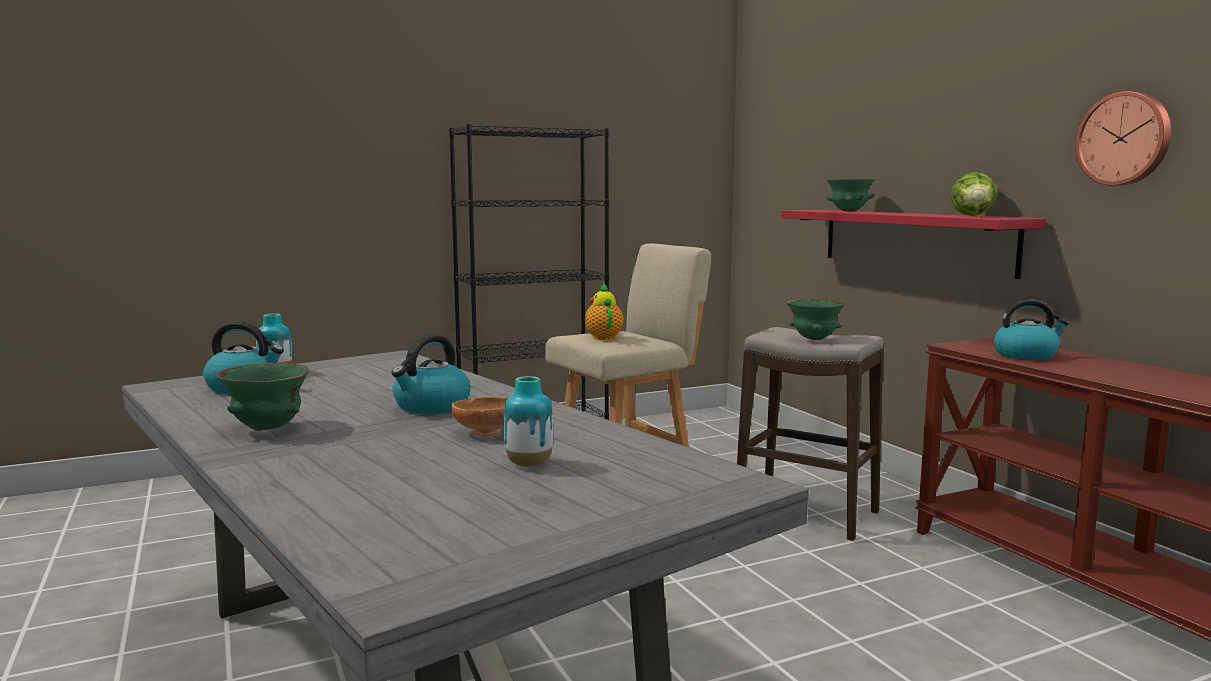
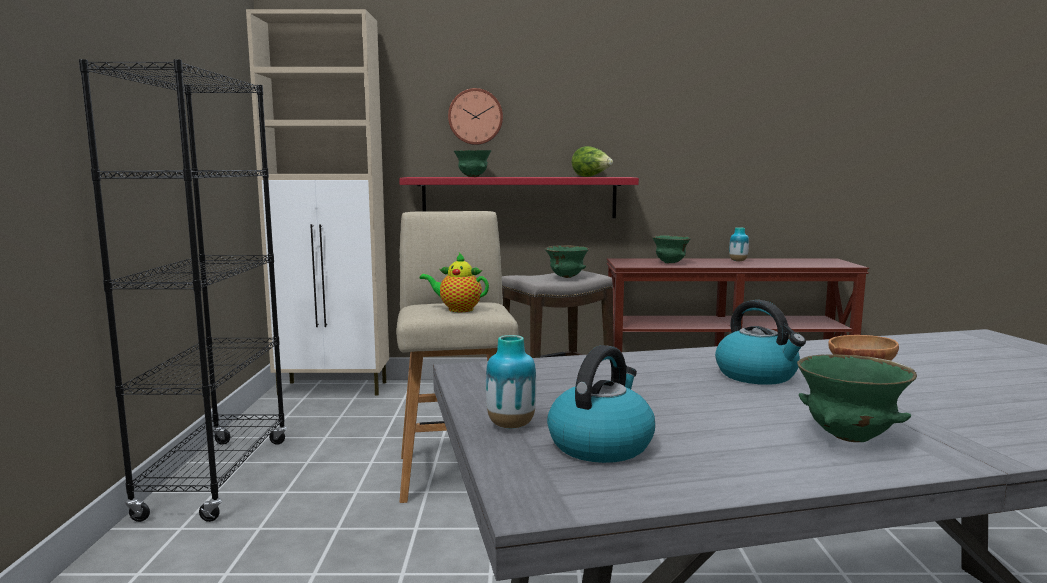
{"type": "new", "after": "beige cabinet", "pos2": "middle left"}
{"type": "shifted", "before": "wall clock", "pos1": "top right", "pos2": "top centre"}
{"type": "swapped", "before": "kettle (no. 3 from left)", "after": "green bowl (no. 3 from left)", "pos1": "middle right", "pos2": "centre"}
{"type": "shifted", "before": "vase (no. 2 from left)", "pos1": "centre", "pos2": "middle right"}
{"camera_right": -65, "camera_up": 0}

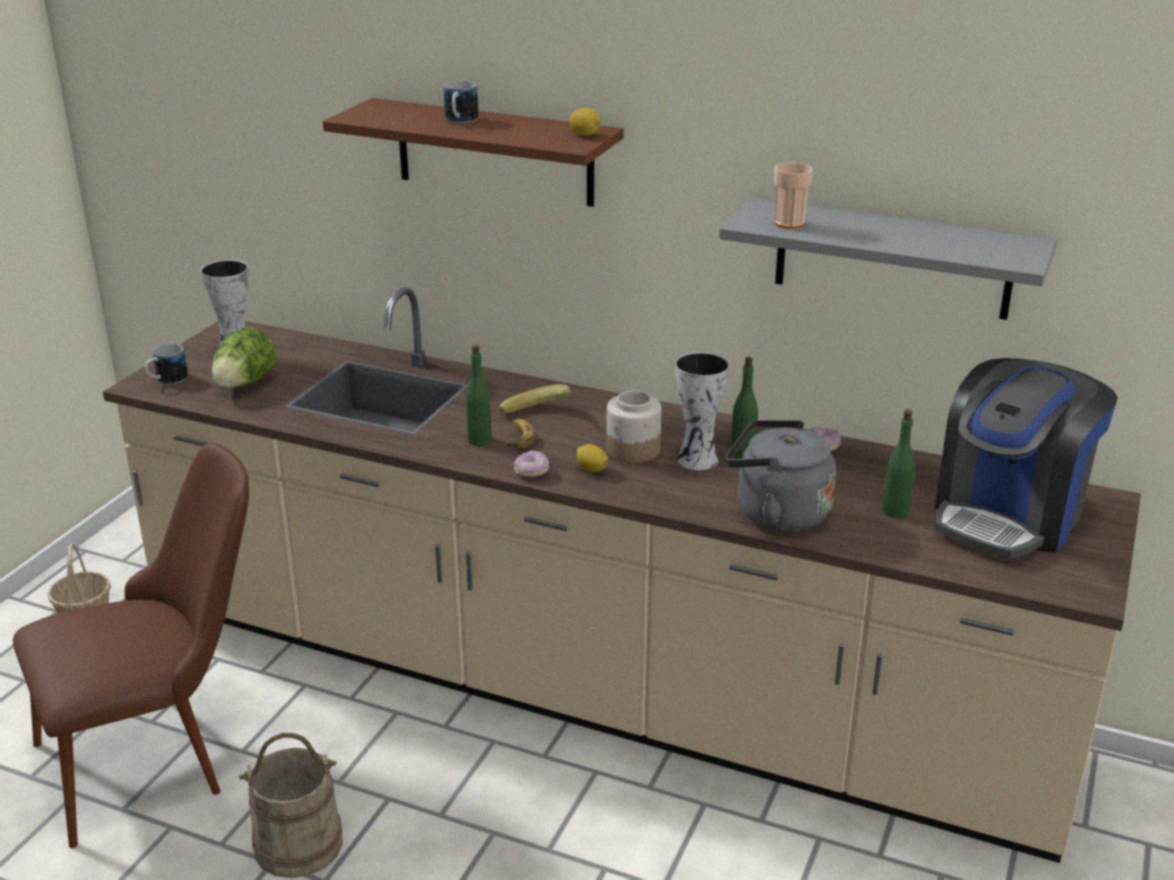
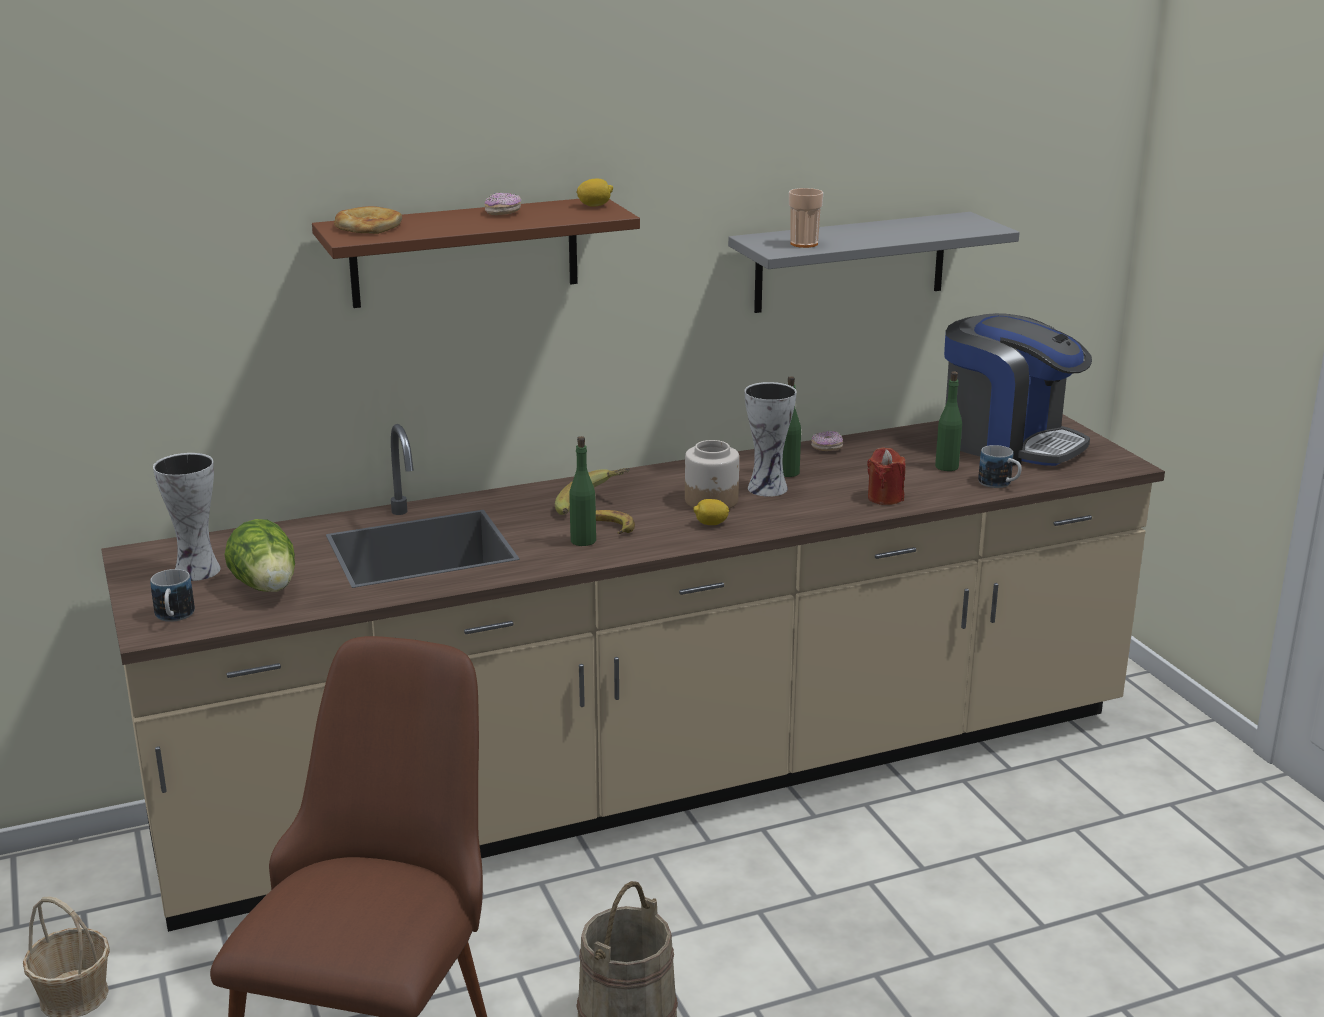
{"type": "new", "after": "bread", "pos2": "top left"}
{"type": "shifted", "before": "donut (no. 1 from left)", "pos1": "centre", "pos2": "top centre"}
{"type": "swapped", "before": "grey kettle", "after": "red candle", "pos1": "centre", "pos2": "middle right"}
{"type": "rotated", "before": "coffee machine", "pos1": "middle right", "pos2": "middle right", "turn": -45}
{"type": "shifted", "before": "mug (no. 2 from left)", "pos1": "top centre", "pos2": "middle right"}
{"camera_right": -45, "camera_up": -5}

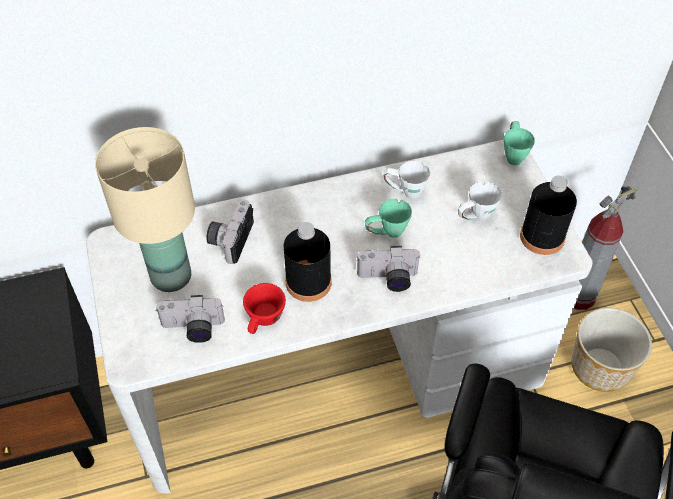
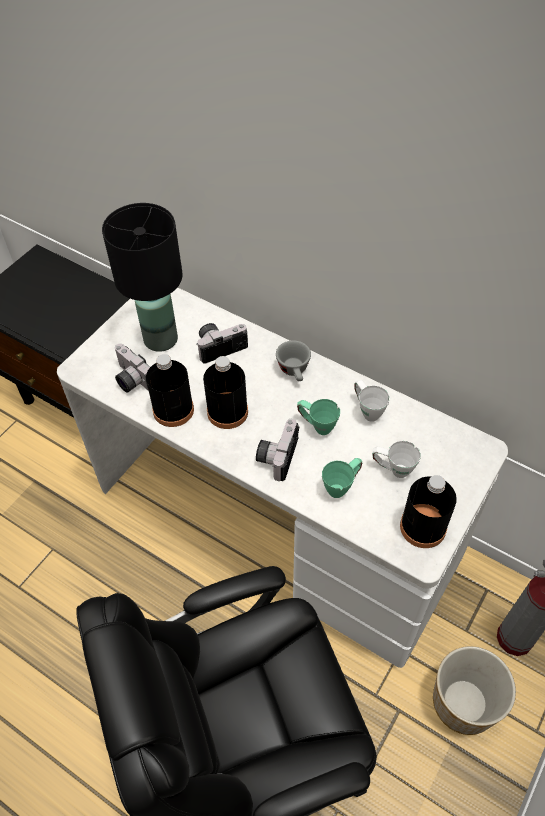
{"type": "repainted", "before": "beige table lamp", "after": "black table lamp", "pos1": "middle left", "pos2": "middle left"}
{"type": "swapped", "before": "red cup", "after": "black bottle (no. 1 from left)", "pos1": "centre", "pos2": "middle left"}
{"type": "rotated", "before": "photo camera (no. 3 from left)", "pos1": "centre", "pos2": "centre", "turn": 60}
{"type": "new", "after": "grey cup", "pos2": "centre"}
{"type": "shifted", "before": "green mug (no. 2 from left)", "pos1": "top right", "pos2": "centre"}
{"camera_right": 50, "camera_up": 0}

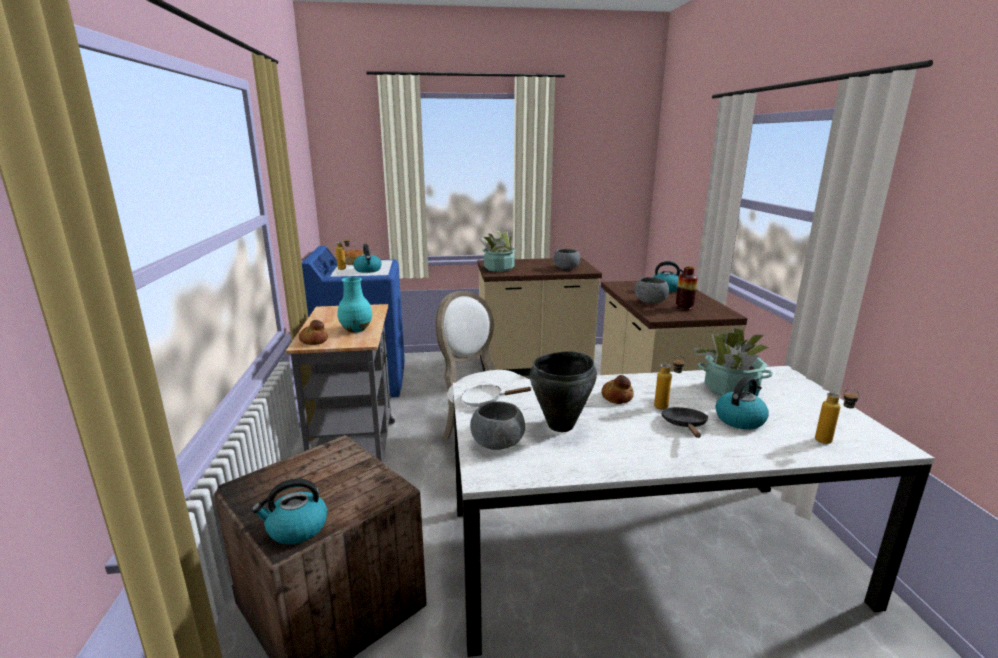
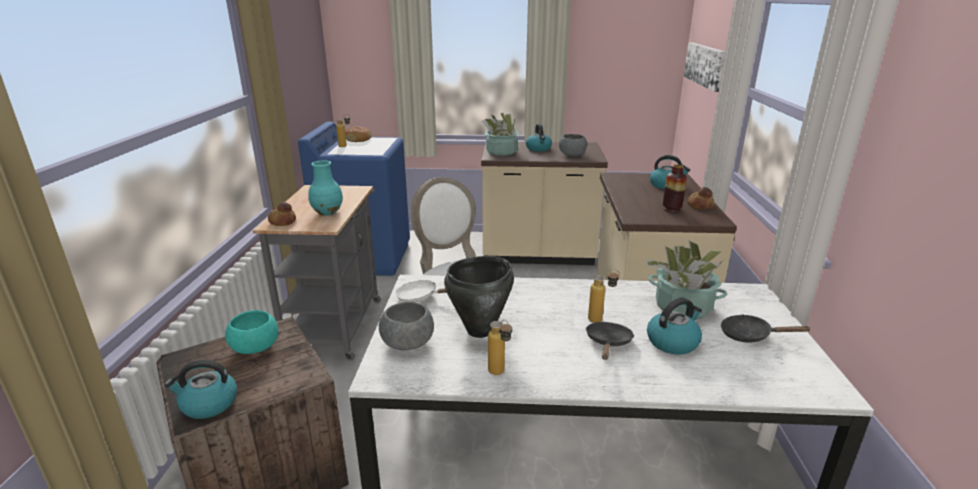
{"type": "new", "after": "turquoise bowl", "pos2": "bottom left"}
{"type": "shifted", "before": "bottle (no. 3 from left in the first image)", "after": "bottle (no. 2 from left)", "pos1": "middle right", "pos2": "bottom centre"}
{"type": "shifted", "before": "kettle (no. 2 from left)", "pos1": "centre", "pos2": "top centre"}
{"type": "new", "after": "picture", "pos2": "top right"}
{"type": "shifted", "before": "bread (no. 3 from left)", "pos1": "centre", "pos2": "middle right"}
{"type": "new", "after": "black frying pan (no. 2 from left)", "pos2": "bottom right"}
{"type": "gone", "before": "grey bowl (no. 3 from left)", "pos1": "centre"}
{"camera_right": 10, "camera_up": 5}

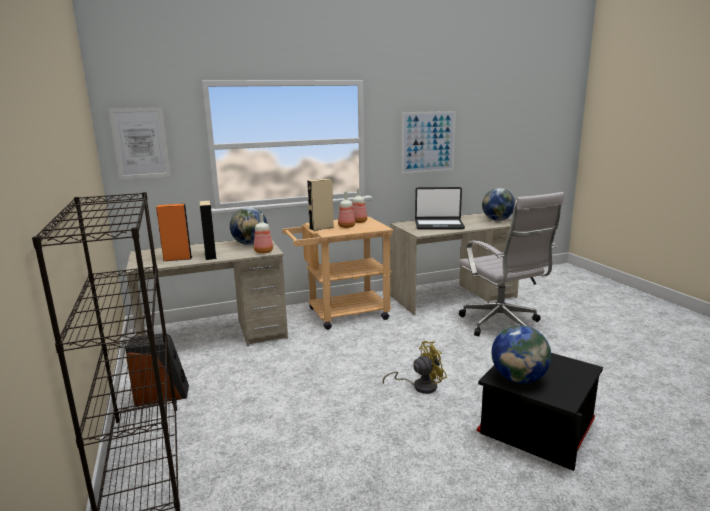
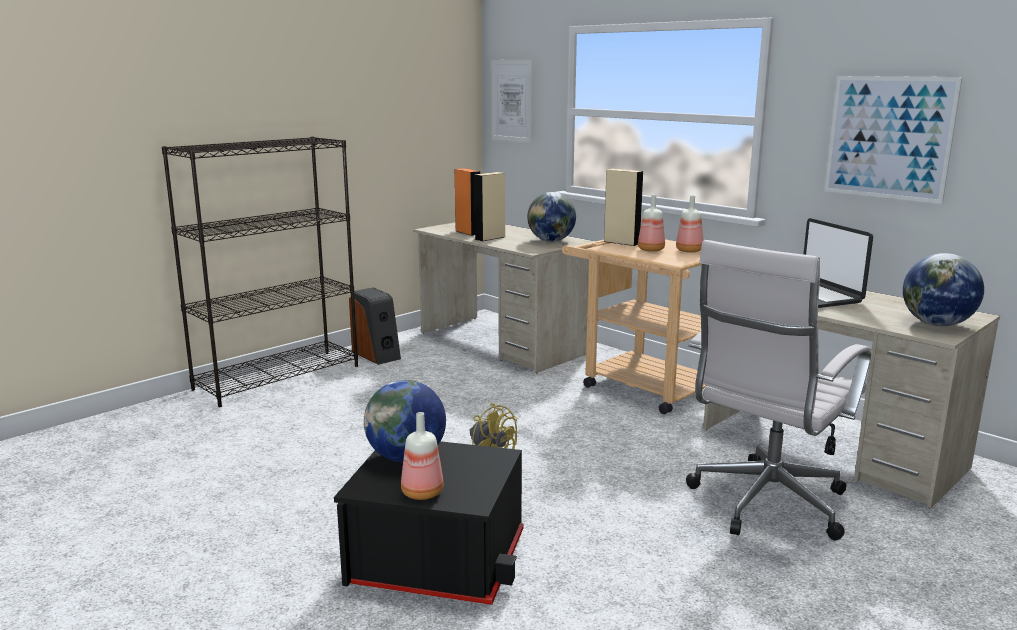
{"type": "shifted", "before": "bottle (no. 1 from left)", "pos1": "centre", "pos2": "bottom centre"}
{"camera_right": 65, "camera_up": 0}

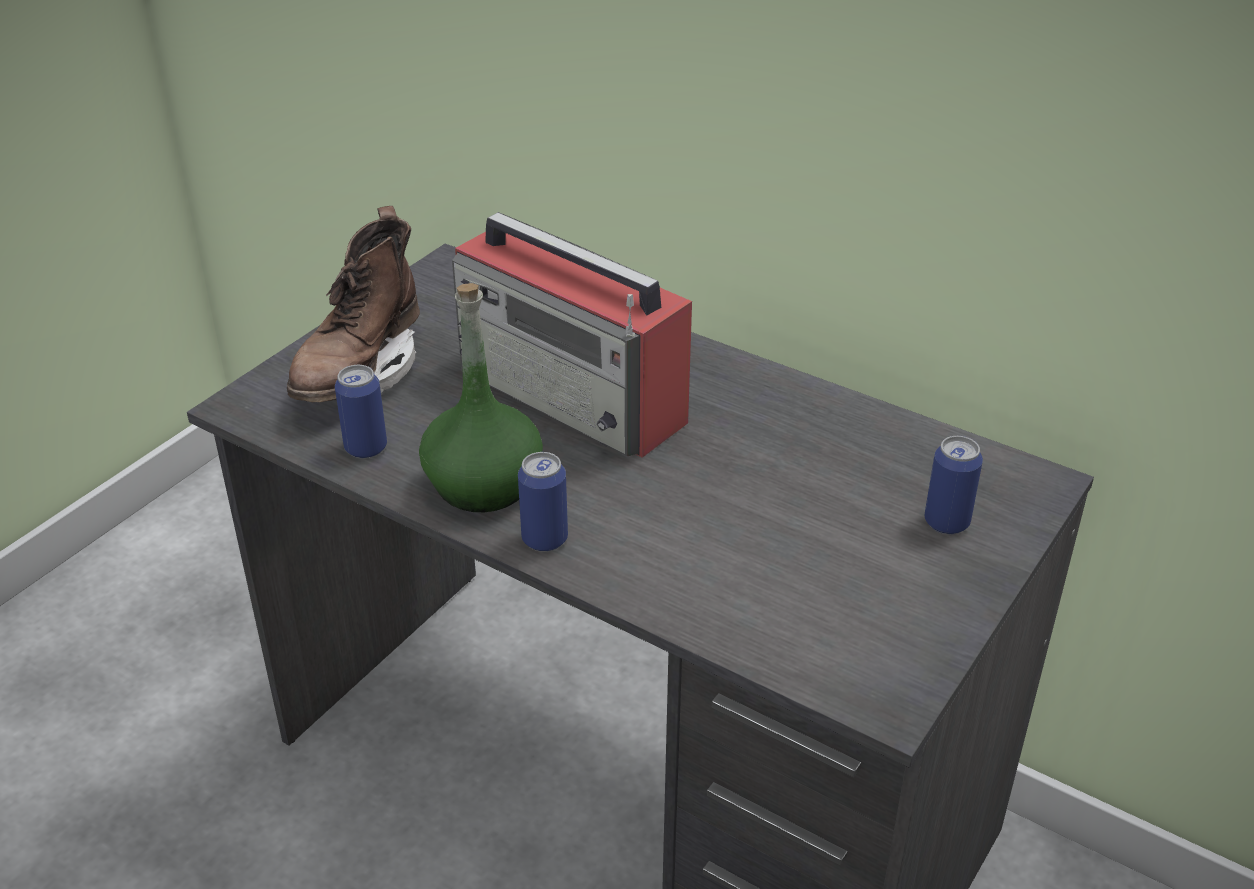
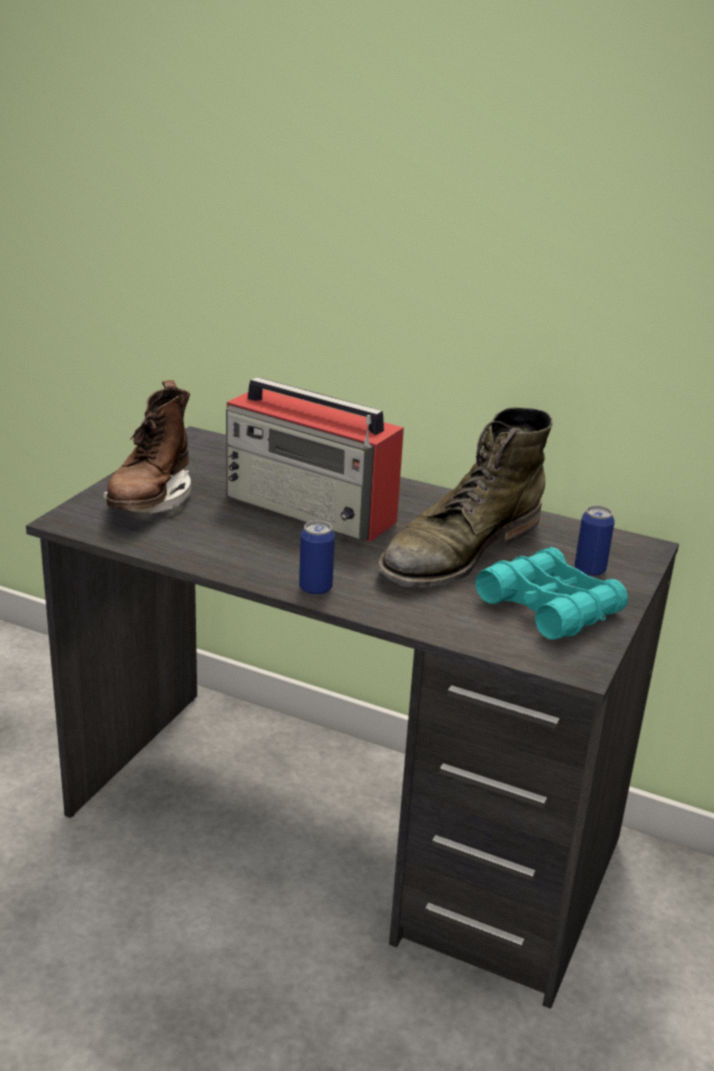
{"type": "new", "after": "green boot", "pos2": "centre"}
{"type": "new", "after": "turquoise binoculars", "pos2": "middle right"}
{"type": "gone", "before": "can (no. 1 from left)", "pos1": "middle left"}
{"type": "gone", "before": "green bottle", "pos1": "centre"}
{"camera_right": -10, "camera_up": -10}

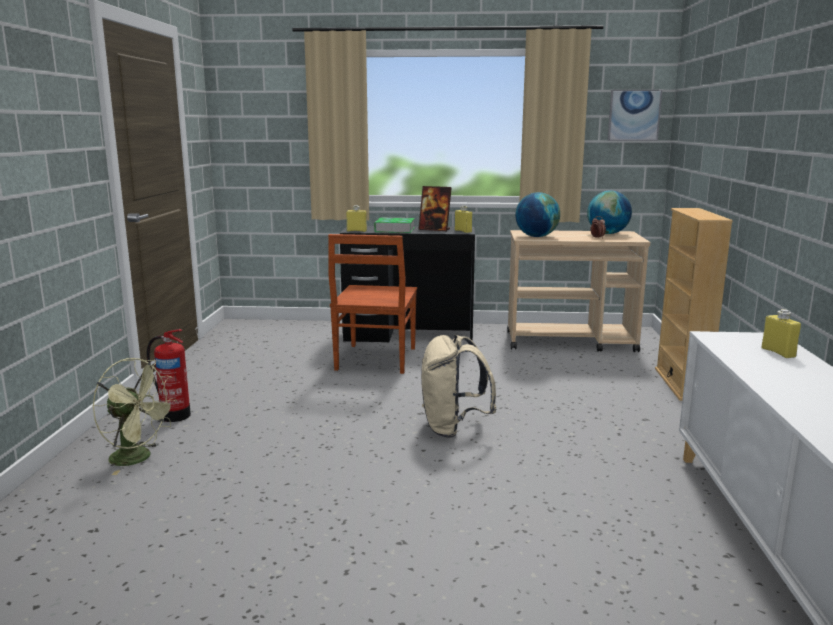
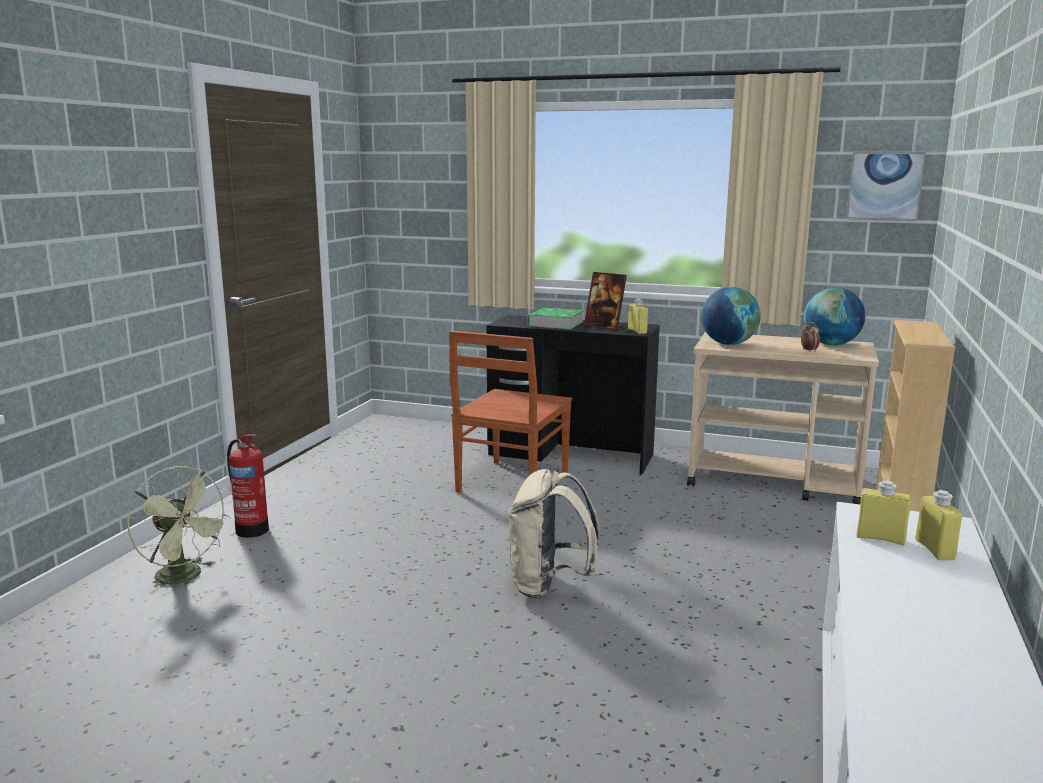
{"type": "shifted", "before": "yellow bottle (no. 1 from left in the first image)", "after": "yellow bottle (no. 2 from left)", "pos1": "centre", "pos2": "middle right"}
{"camera_right": 15, "camera_up": 0}

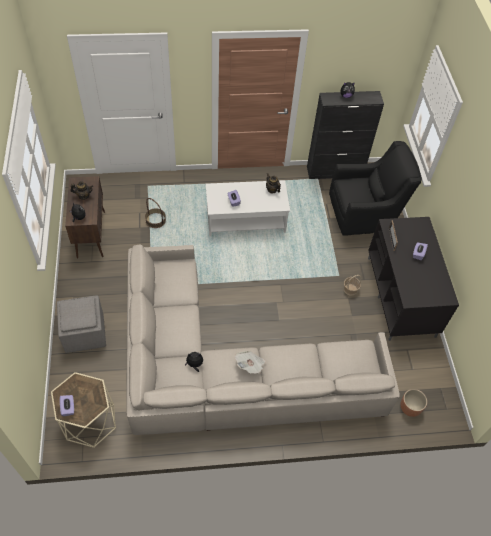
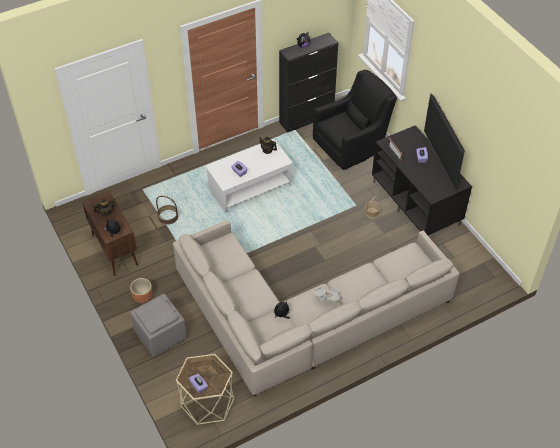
{"type": "shifted", "before": "brown planter", "pos1": "bottom right", "pos2": "middle left"}
{"type": "new", "after": "television", "pos2": "top right"}
{"camera_right": -20, "camera_up": -5}

